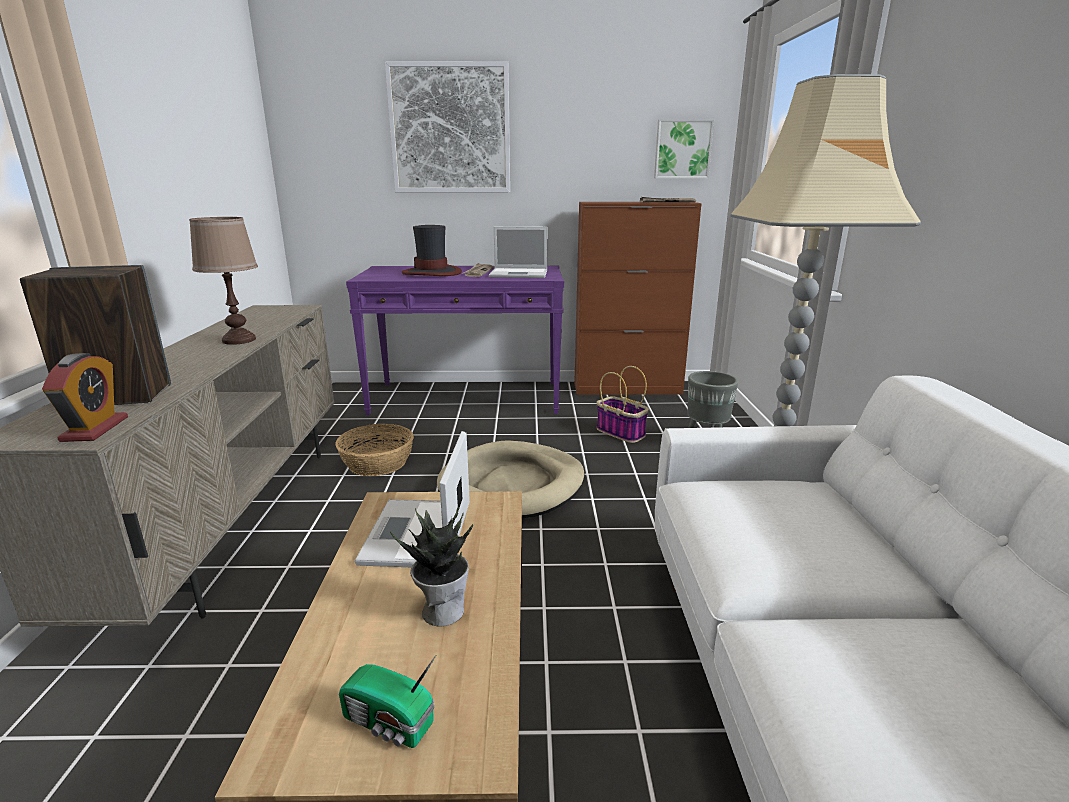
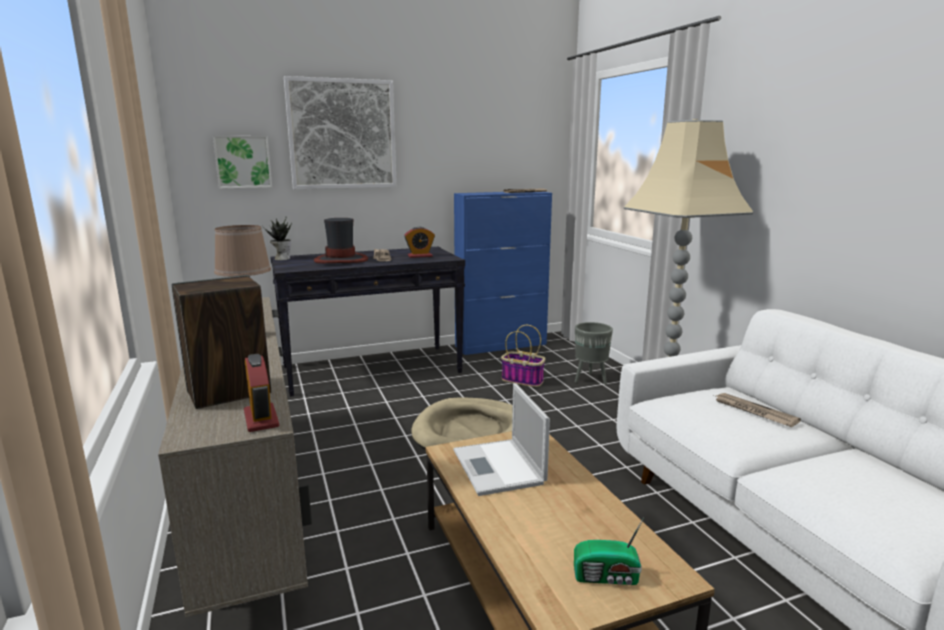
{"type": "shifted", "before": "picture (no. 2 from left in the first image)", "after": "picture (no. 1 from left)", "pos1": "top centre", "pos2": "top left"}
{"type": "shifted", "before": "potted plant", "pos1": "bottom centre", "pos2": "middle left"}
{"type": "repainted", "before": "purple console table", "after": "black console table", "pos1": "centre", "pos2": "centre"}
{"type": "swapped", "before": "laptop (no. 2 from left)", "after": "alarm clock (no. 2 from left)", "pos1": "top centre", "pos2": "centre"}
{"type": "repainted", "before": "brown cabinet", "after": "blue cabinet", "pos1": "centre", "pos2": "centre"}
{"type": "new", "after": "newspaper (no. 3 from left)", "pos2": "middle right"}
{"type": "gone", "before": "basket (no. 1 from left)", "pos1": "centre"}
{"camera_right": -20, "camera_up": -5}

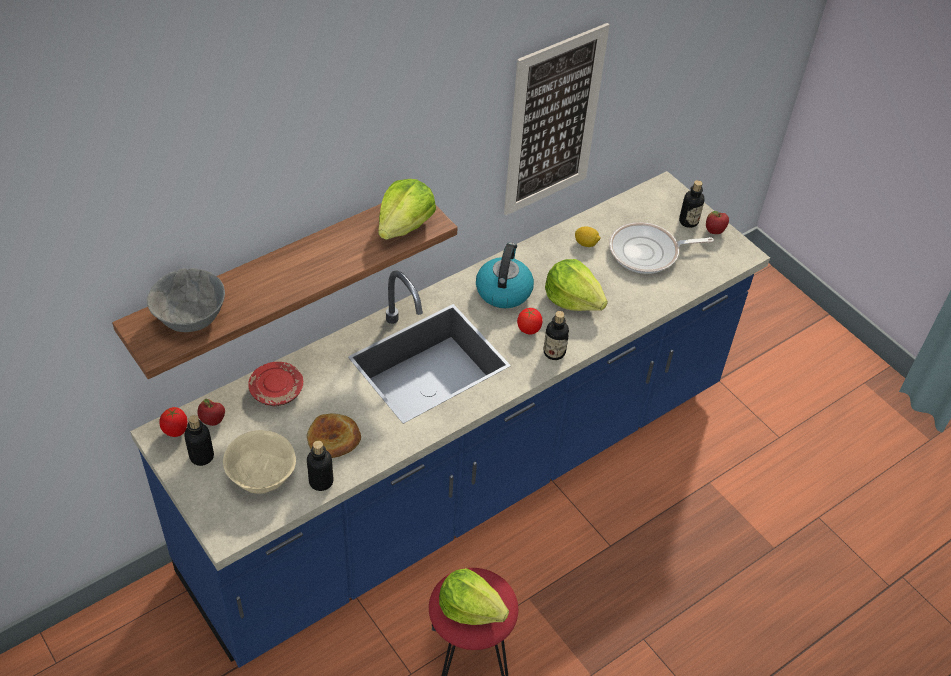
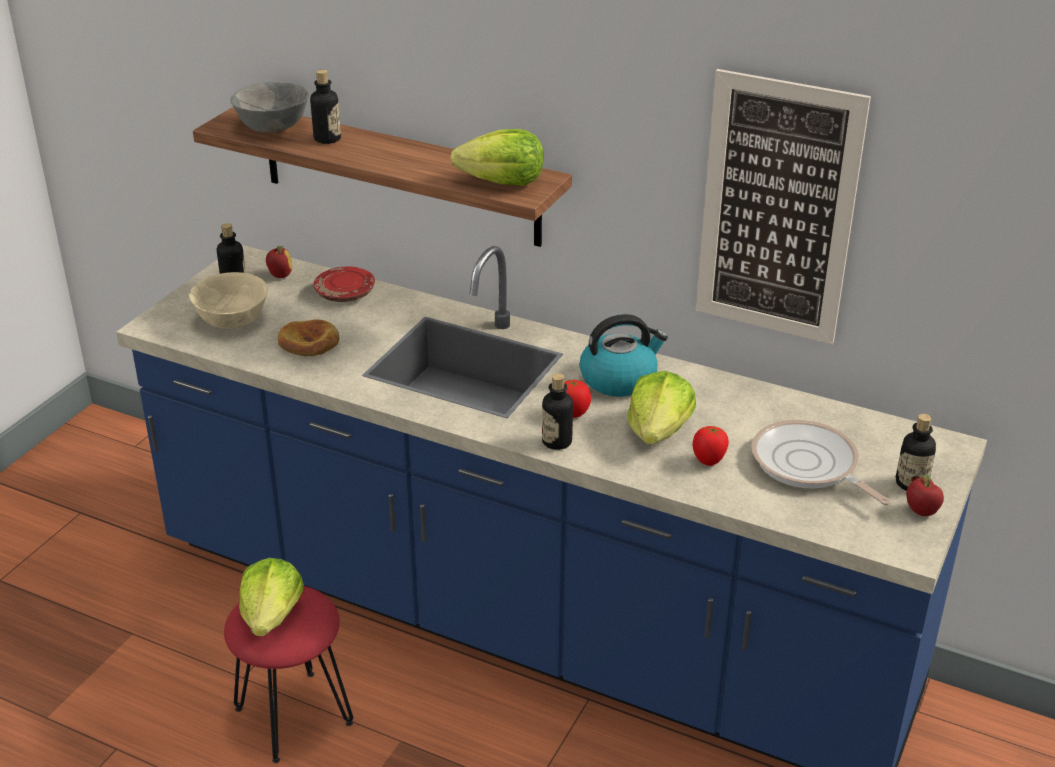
{"type": "shifted", "before": "bottle (no. 2 from left)", "pos1": "bottom centre", "pos2": "top left"}
{"type": "shifted", "before": "tomato (no. 1 from left in the first image)", "after": "tomato (no. 2 from left)", "pos1": "middle left", "pos2": "middle right"}
{"type": "gone", "before": "lemon", "pos1": "centre"}
{"camera_right": 65, "camera_up": -15}

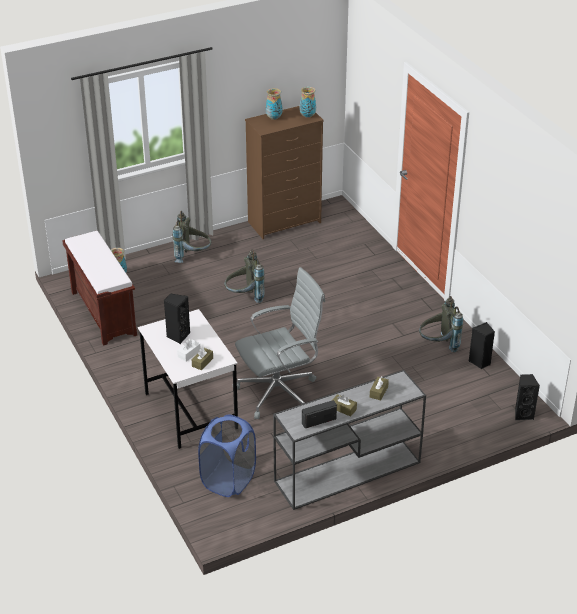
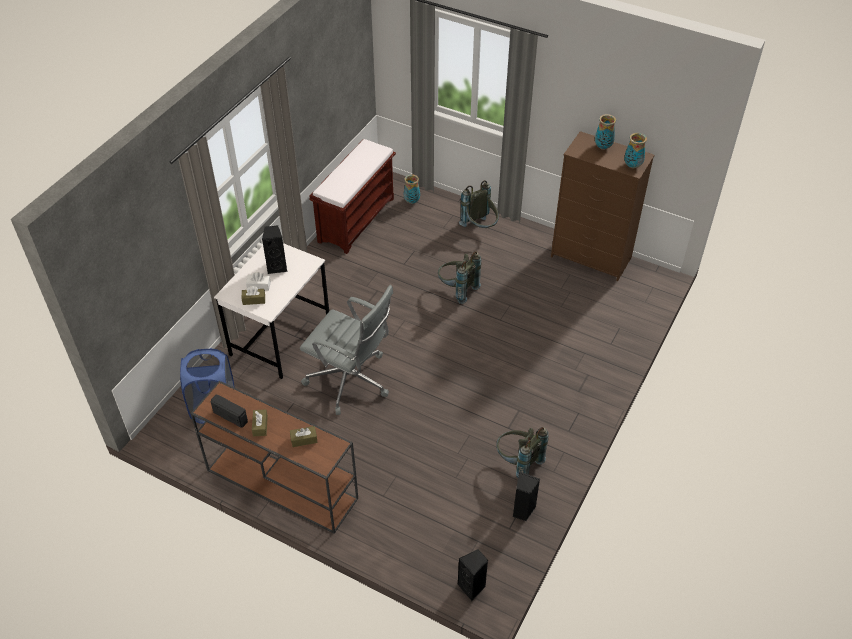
{"type": "repainted", "before": "grey console table", "after": "brown console table", "pos1": "bottom centre", "pos2": "bottom left"}
{"camera_right": 55, "camera_up": 10}

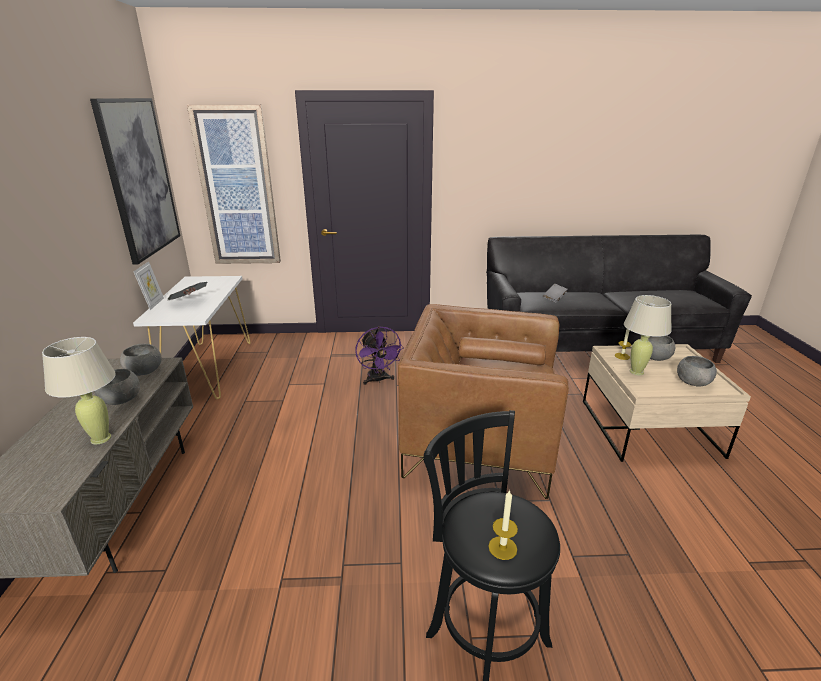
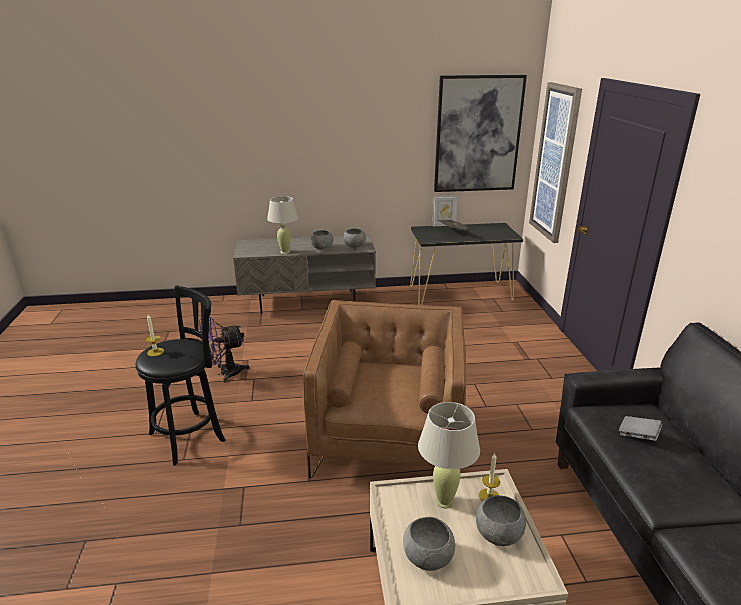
{"type": "shifted", "before": "purple fan", "pos1": "centre", "pos2": "middle left"}
{"type": "repainted", "before": "white console table", "after": "black console table", "pos1": "middle left", "pos2": "centre"}
{"camera_right": 85, "camera_up": 0}

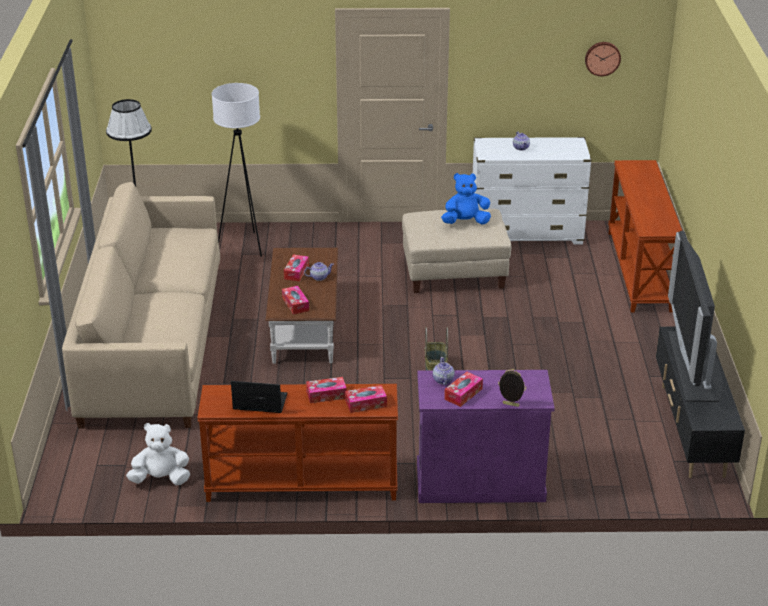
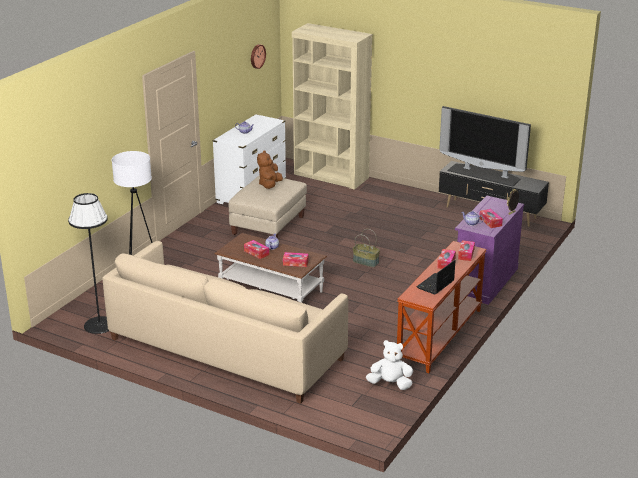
{"type": "repainted", "before": "blue plush toy", "after": "brown plush toy", "pos1": "top centre", "pos2": "centre"}
{"type": "swapped", "before": "brown console table (no. 2 from left)", "after": "beige bookcase", "pos1": "middle right", "pos2": "top centre"}
{"type": "rotated", "before": "white plush toy", "pos1": "bottom left", "pos2": "bottom centre", "turn": 75}
{"camera_right": -60, "camera_up": -5}

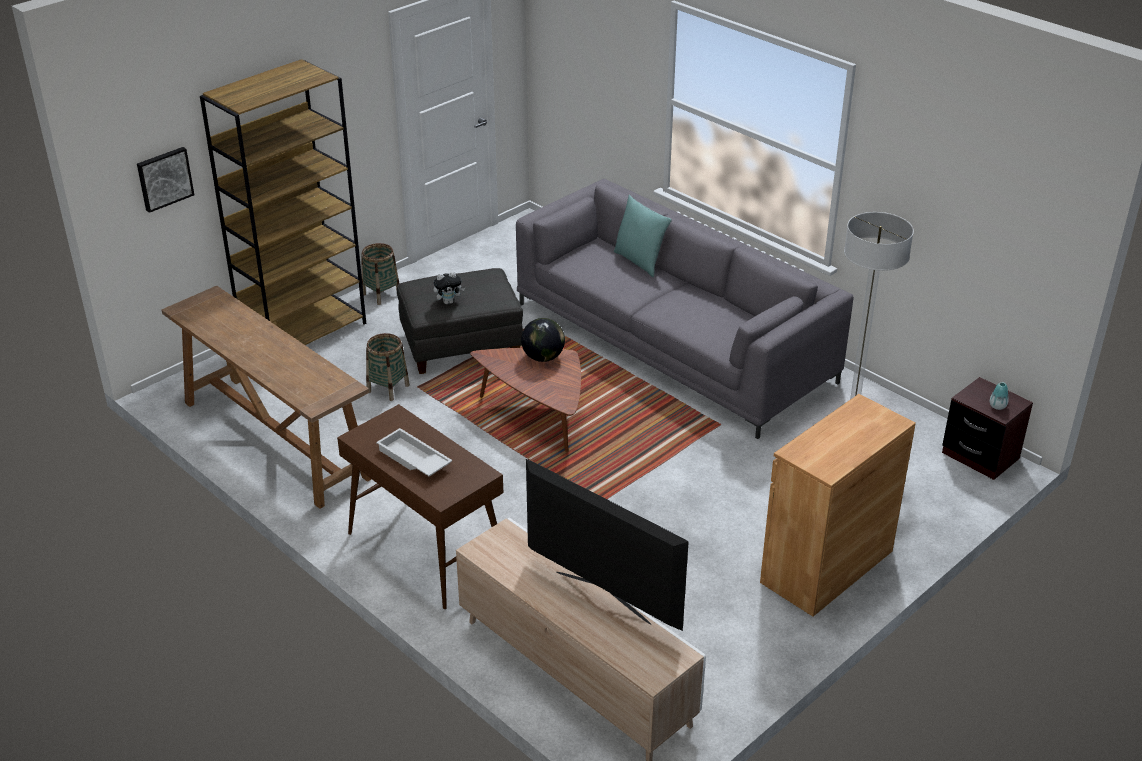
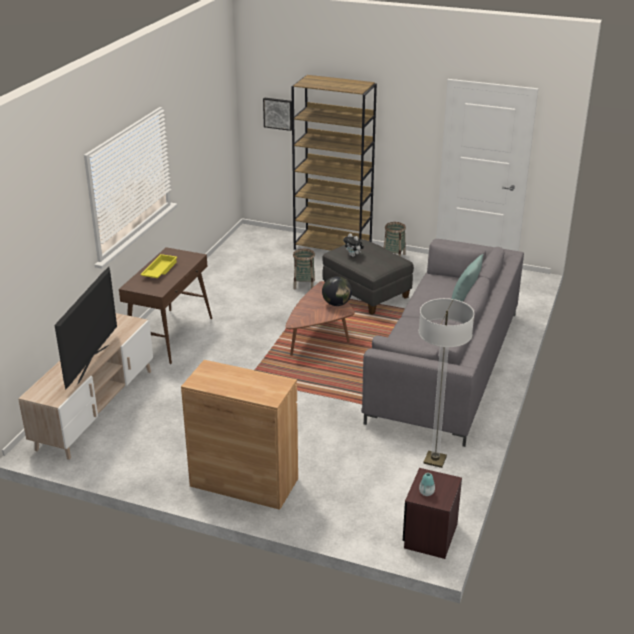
{"type": "repainted", "before": "white tray", "after": "yellow tray", "pos1": "centre", "pos2": "middle left"}
{"type": "gone", "before": "brown console table (no. 1 from left)", "pos1": "middle left"}
{"camera_right": 65, "camera_up": -5}

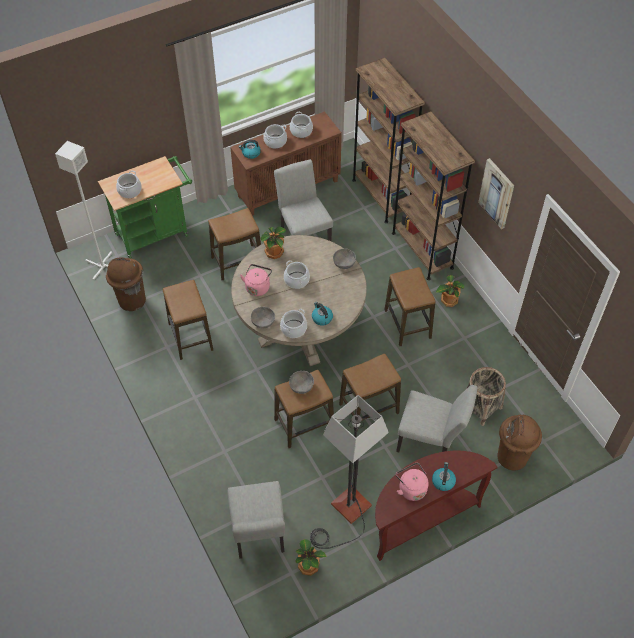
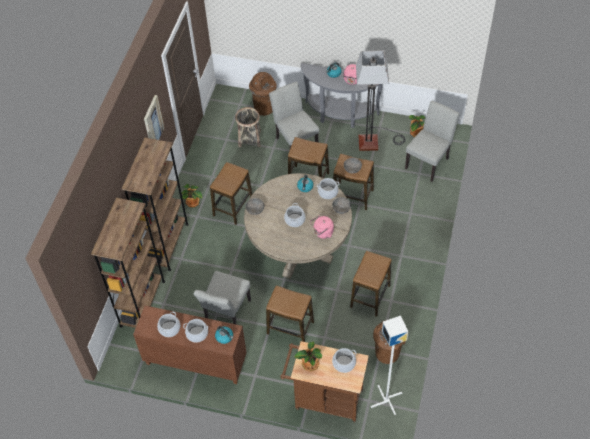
{"type": "repainted", "before": "green cart", "after": "brown cart", "pos1": "top left", "pos2": "bottom centre"}
{"type": "shifted", "before": "potted plant (no. 1 from left in the first image)", "after": "potted plant (no. 2 from left)", "pos1": "centre", "pos2": "bottom centre"}
{"type": "repainted", "before": "brown console table", "after": "grey console table", "pos1": "bottom right", "pos2": "top centre"}
{"camera_right": -135, "camera_up": 0}

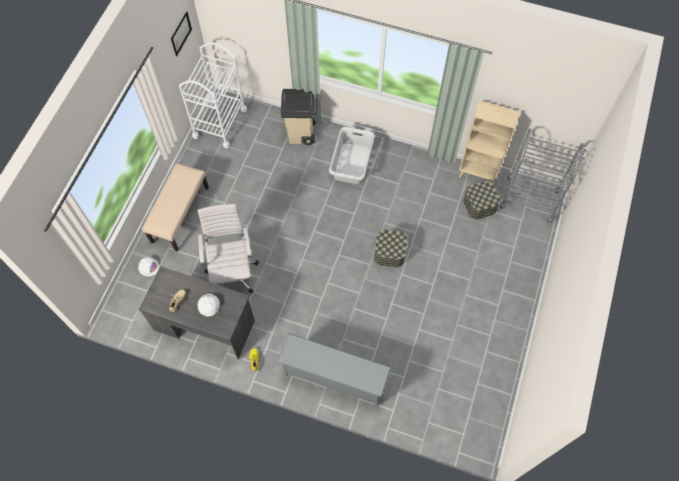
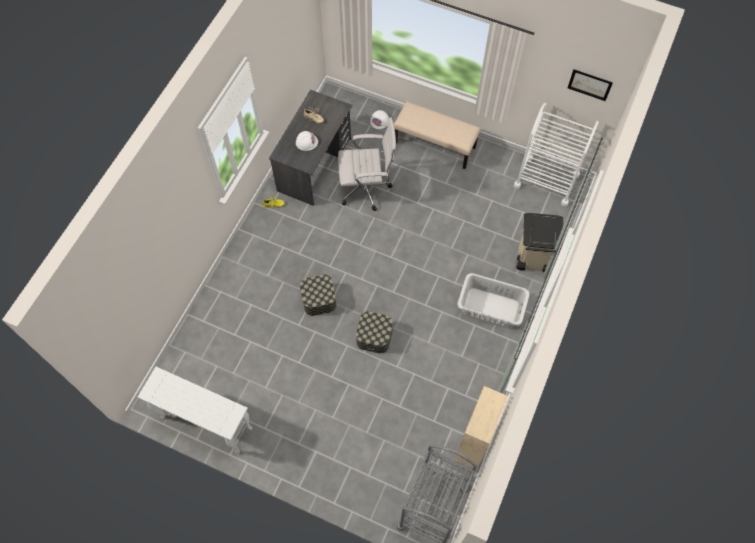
{"type": "new", "after": "white console table", "pos2": "bottom left"}
{"type": "shifted", "before": "storage box (no. 2 from left in the first image)", "after": "storage box (no. 1 from left)", "pos1": "middle right", "pos2": "centre"}
{"type": "gone", "before": "grey shoe rack", "pos1": "bottom centre"}
{"camera_right": 95, "camera_up": 0}

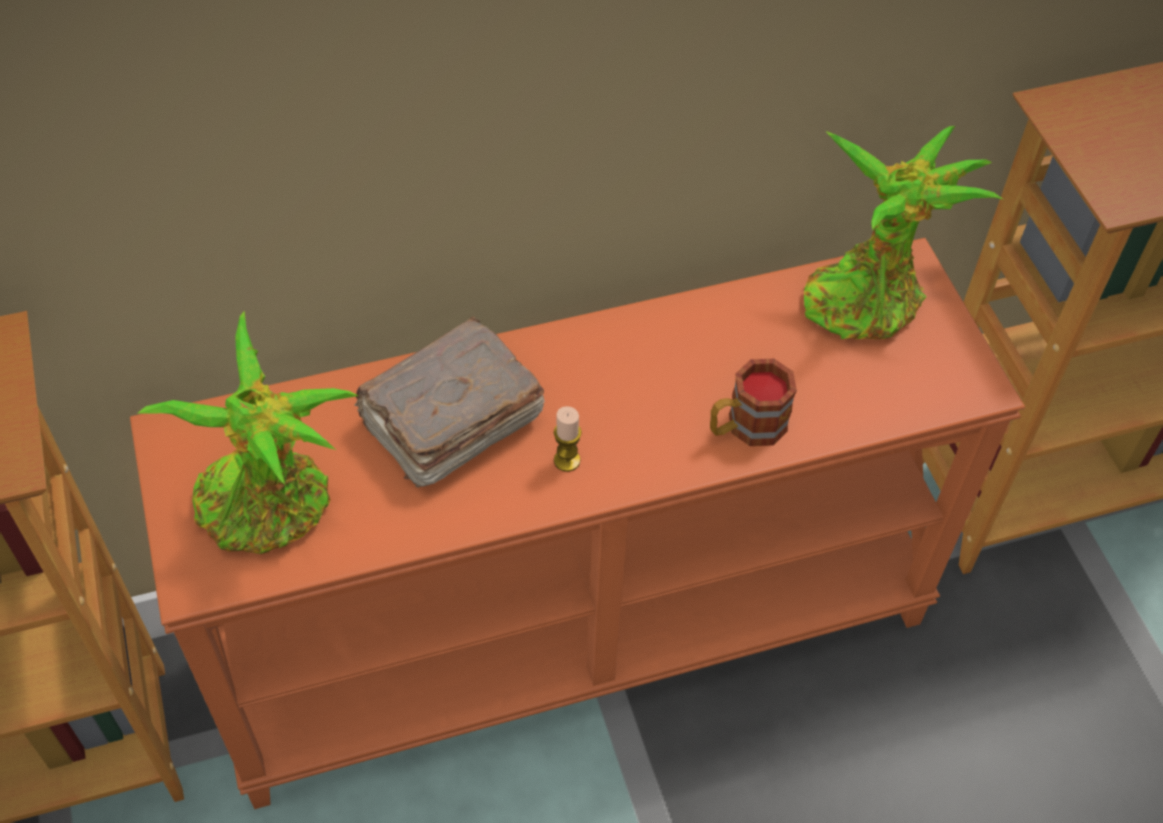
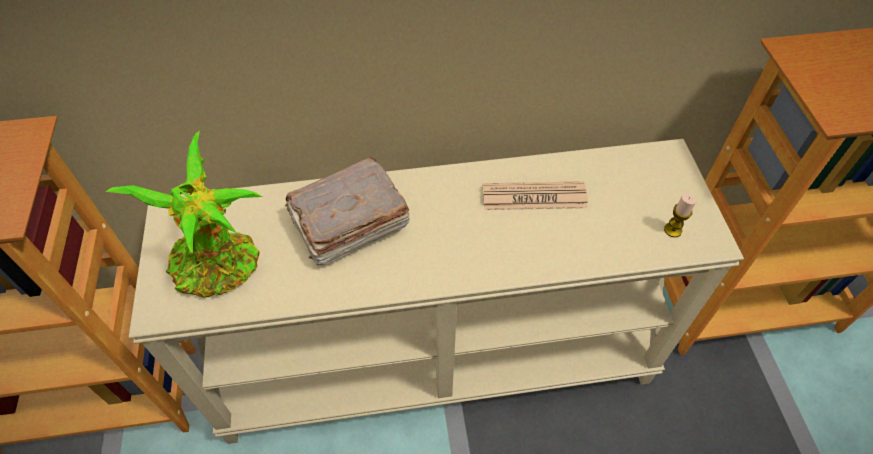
{"type": "repainted", "before": "orange console table", "after": "beige console table", "pos1": "centre", "pos2": "centre"}
{"type": "new", "after": "newspaper", "pos2": "centre"}
{"type": "shifted", "before": "candle", "pos1": "centre", "pos2": "middle right"}
{"type": "gone", "before": "mug", "pos1": "centre"}
{"type": "gone", "before": "potted plant (no. 2 from left)", "pos1": "top right"}
{"camera_right": 10, "camera_up": 0}

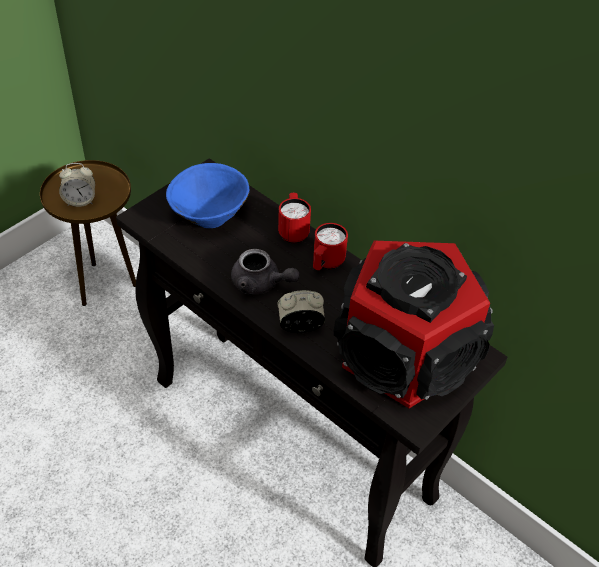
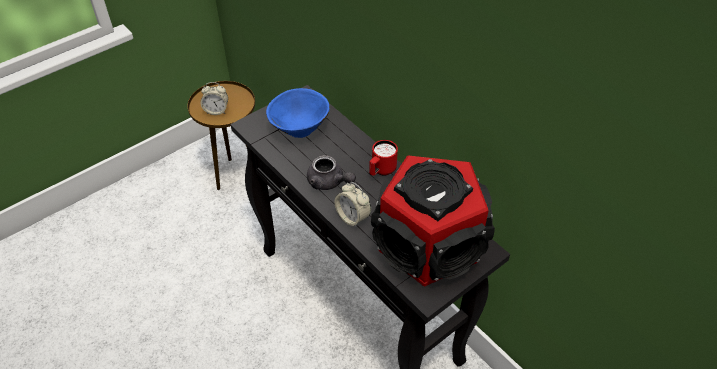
{"type": "rotated", "before": "alarm clock (no. 2 from left)", "pos1": "centre", "pos2": "centre", "turn": -135}
{"type": "gone", "before": "red mug (no. 1 from left)", "pos1": "centre"}
{"camera_right": 10, "camera_up": 0}

